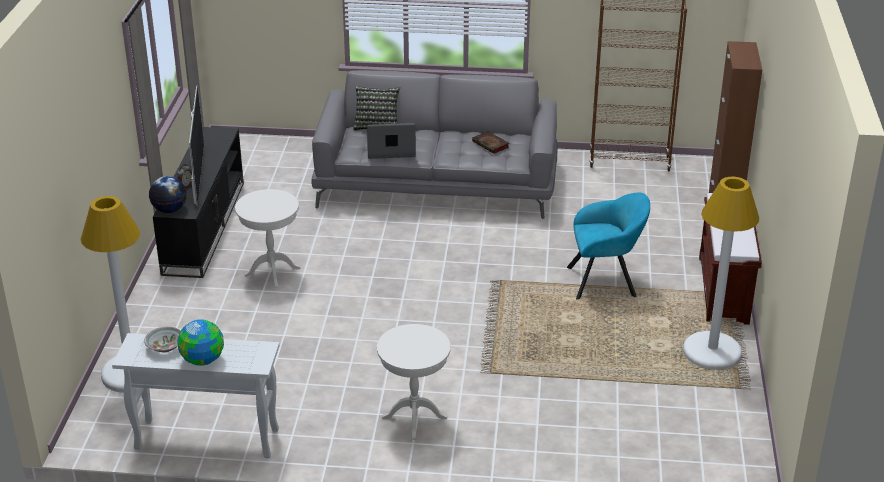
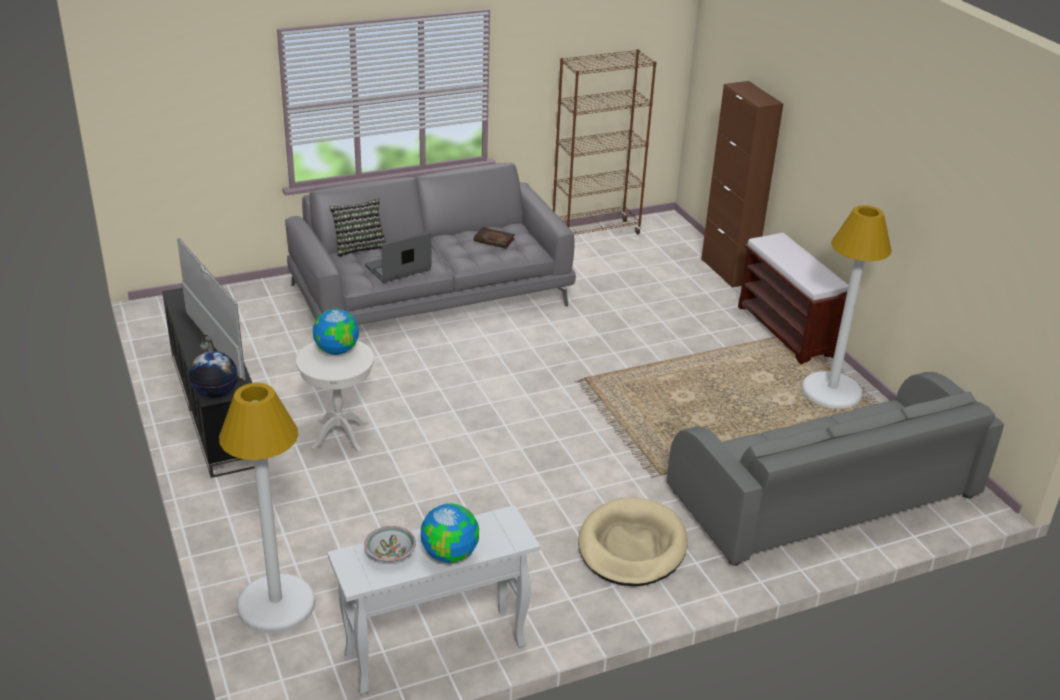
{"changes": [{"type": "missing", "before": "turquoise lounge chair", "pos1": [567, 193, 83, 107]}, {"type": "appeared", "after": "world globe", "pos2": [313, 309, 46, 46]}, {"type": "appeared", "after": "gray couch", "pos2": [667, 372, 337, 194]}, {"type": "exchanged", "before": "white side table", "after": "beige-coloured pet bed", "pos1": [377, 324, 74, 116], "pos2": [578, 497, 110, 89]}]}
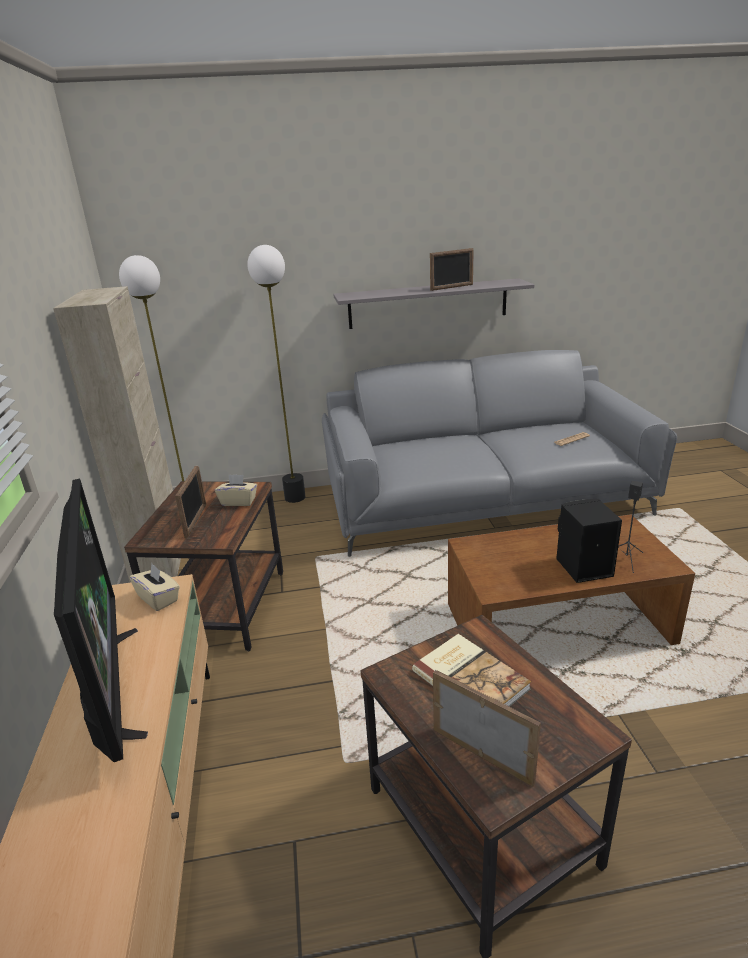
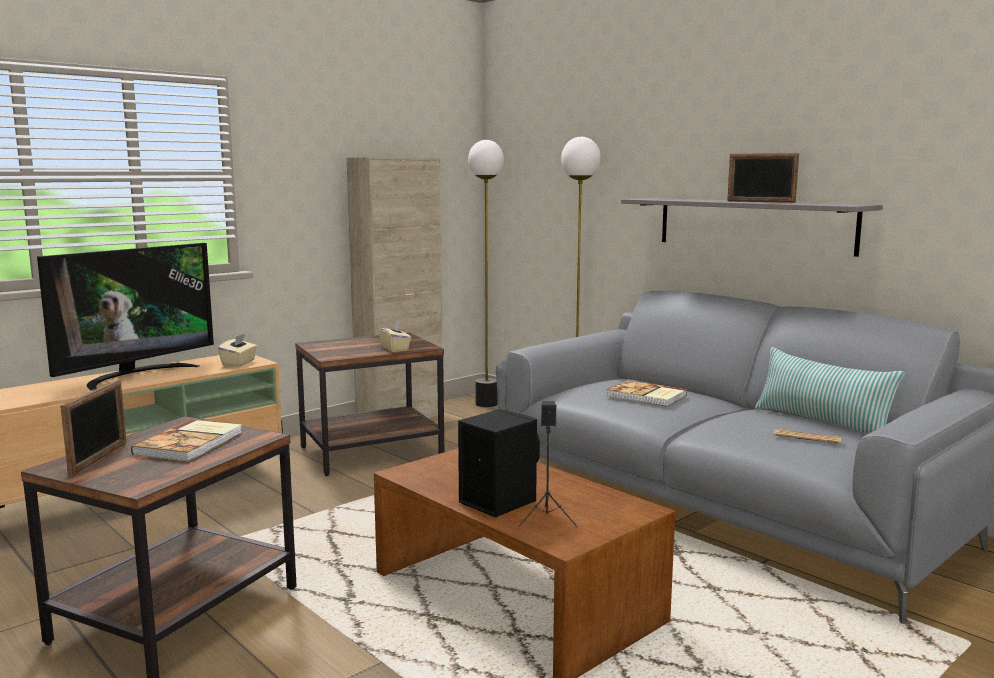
{"changes": [{"type": "missing", "before": "photo frame", "pos1": [175, 466, 31, 72]}, {"type": "appeared", "after": "volume", "pos2": [606, 380, 81, 27]}, {"type": "appeared", "after": "pillow", "pos2": [755, 347, 150, 87]}]}
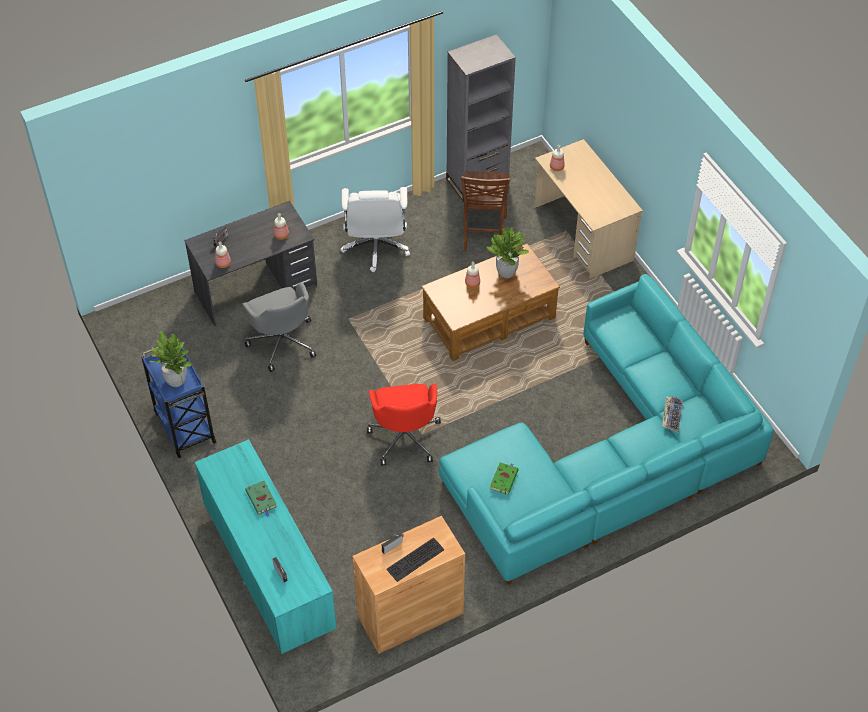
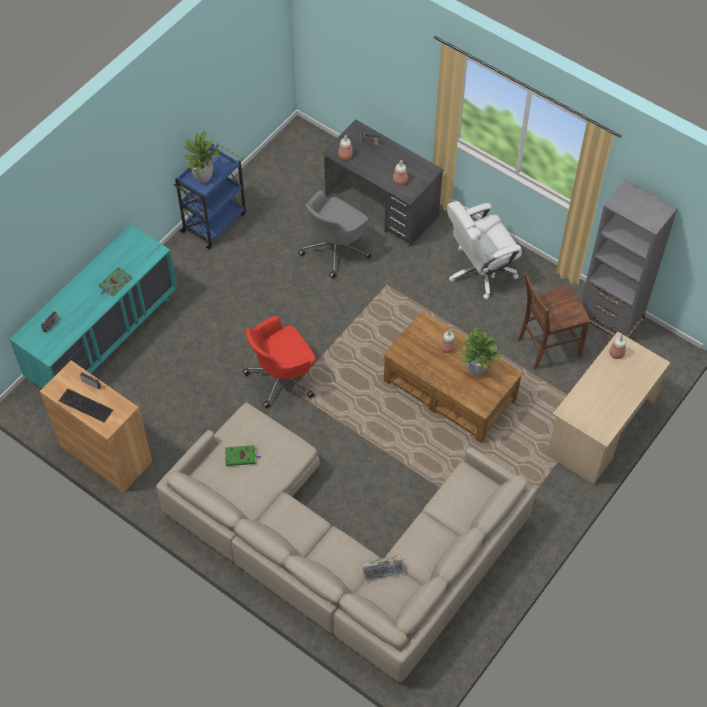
{"changes": [{"type": "colour", "before": "turquoise couch", "after": "beige-coloured couch", "pos1": [439, 274, 335, 311], "pos2": [156, 402, 380, 282]}]}
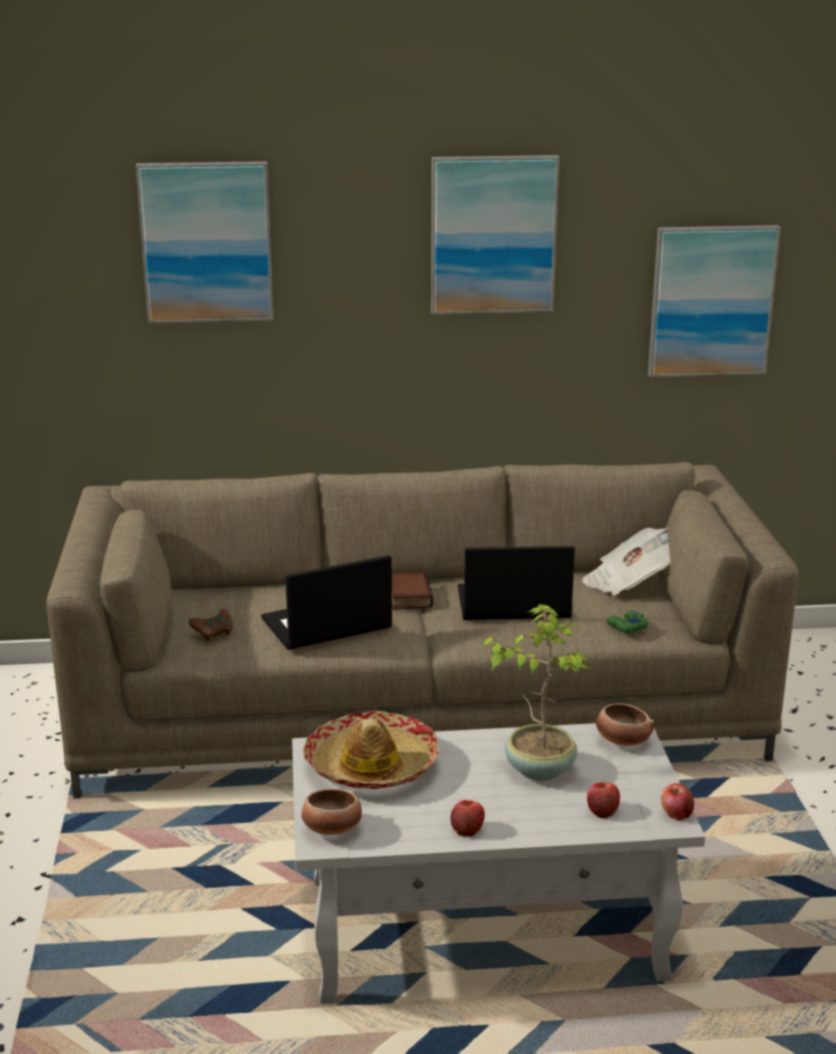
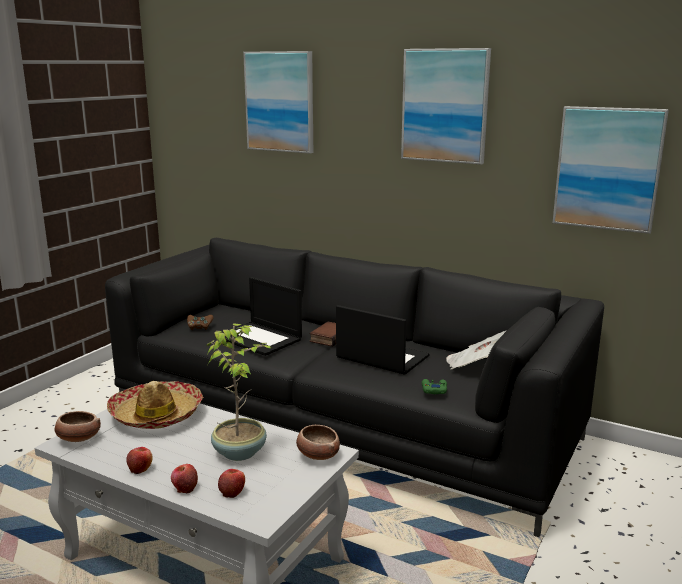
{"changes": [{"type": "relocated", "before": "apple", "pos1": [661, 783, 33, 38], "pos2": [171, 464, 27, 29]}, {"type": "colour", "before": "beige-coloured couch", "after": "blackish couch", "pos1": [46, 462, 752, 337], "pos2": [105, 238, 499, 299]}, {"type": "spun", "before": "portable computer", "pos1": [261, 555, 131, 95], "pos2": [215, 277, 87, 79], "turn": -150}]}
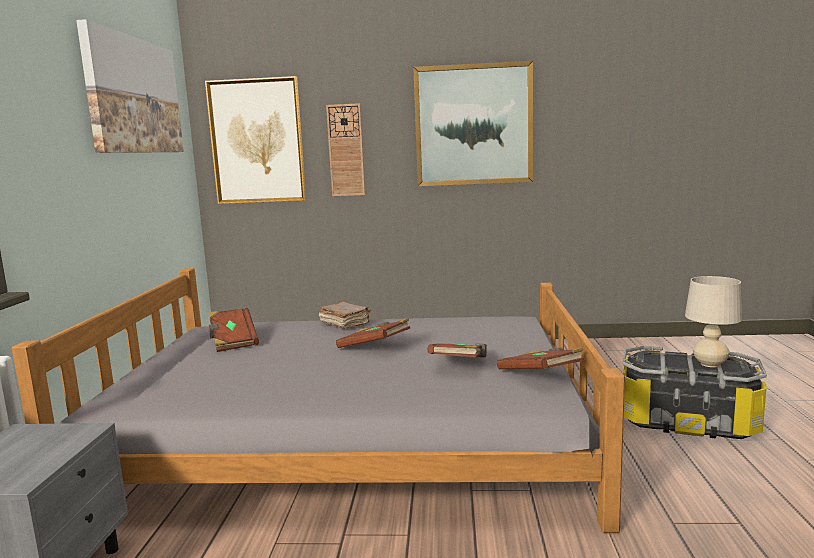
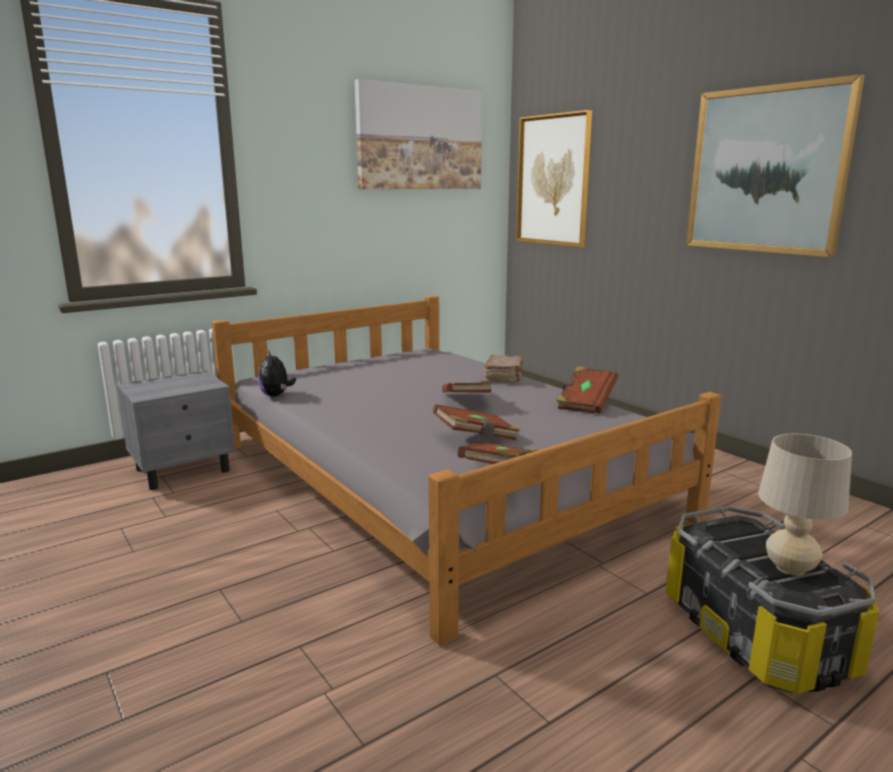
{"changes": [{"type": "missing", "before": "wall clock", "pos1": [326, 103, 39, 93]}, {"type": "appeared", "after": "plush toy", "pos2": [258, 351, 38, 46]}, {"type": "relocated", "before": "brown-coloured volume", "pos1": [209, 308, 50, 44], "pos2": [557, 366, 61, 48]}]}
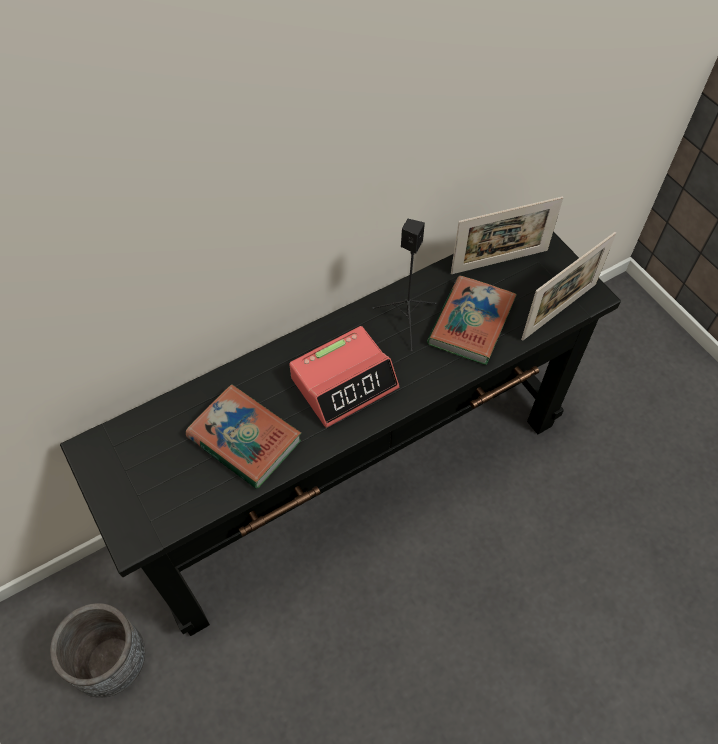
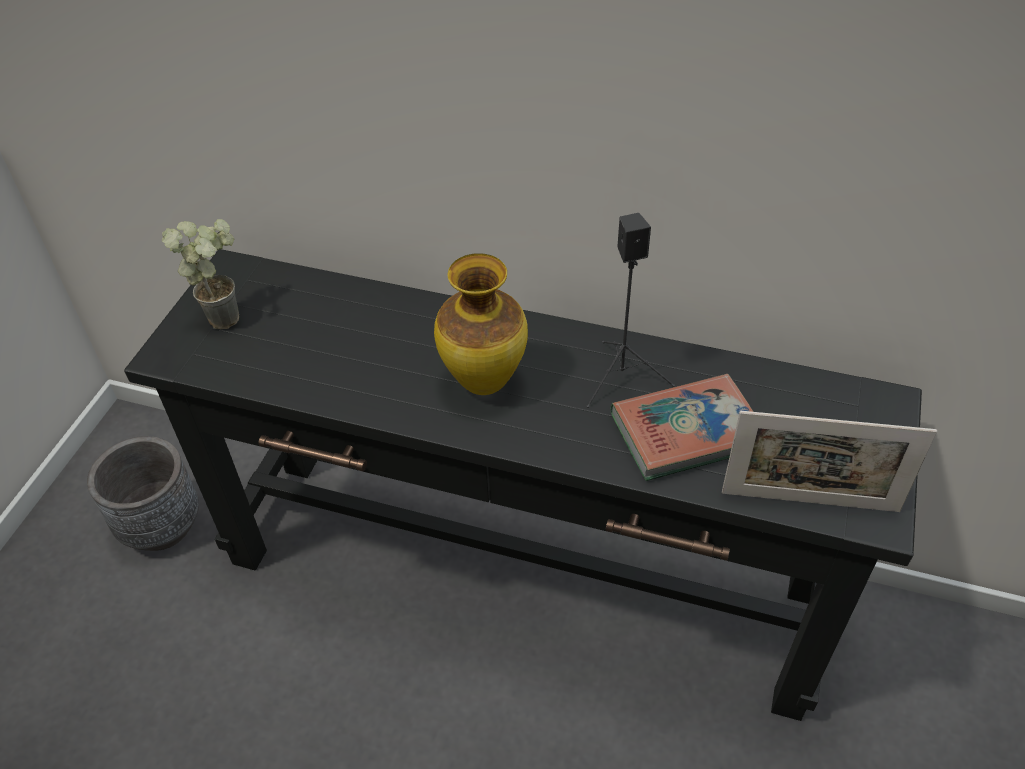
{"changes": [{"type": "missing", "before": "volume", "pos1": [186, 384, 115, 104]}, {"type": "missing", "before": "photo frame", "pos1": [451, 196, 113, 78]}, {"type": "appeared", "after": "plant in a pot", "pos2": [162, 219, 77, 110]}, {"type": "exchanged", "before": "bedside clock", "after": "flower vase", "pos1": [289, 326, 110, 102], "pos2": [434, 253, 94, 142]}]}
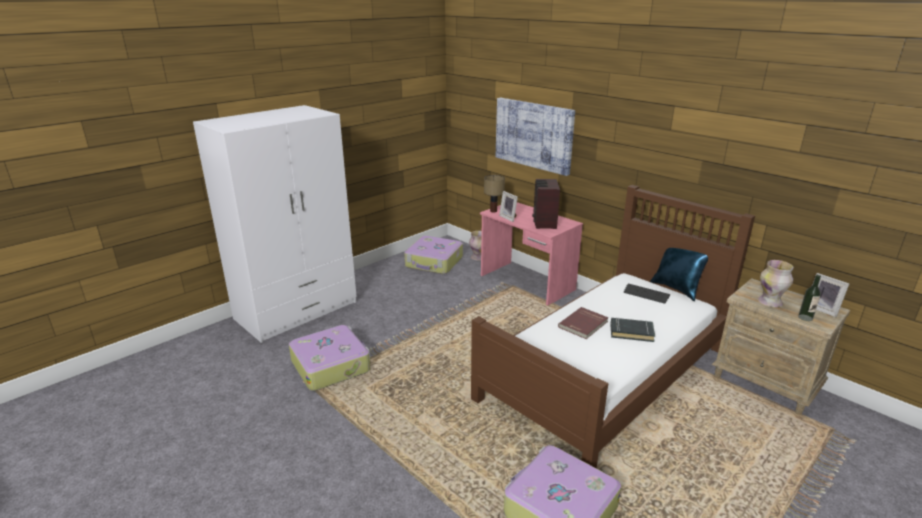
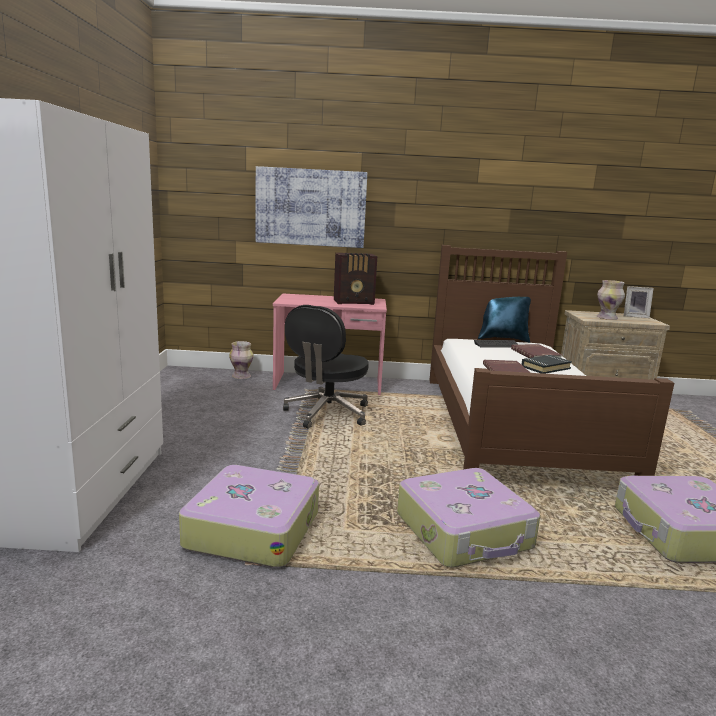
{"changes": [{"type": "missing", "before": "table lamp", "pos1": [484, 175, 21, 38]}, {"type": "missing", "before": "photo frame", "pos1": [499, 191, 19, 31]}, {"type": "missing", "before": "bottle", "pos1": [798, 275, 23, 46]}, {"type": "appeared", "after": "blackish desk chair", "pos2": [283, 305, 86, 124]}, {"type": "appeared", "after": "reddish volume", "pos2": [511, 344, 51, 14]}, {"type": "relocated", "before": "suitcase", "pos1": [404, 236, 59, 38], "pos2": [397, 468, 143, 100]}, {"type": "spun", "before": "radio", "pos1": [532, 179, 28, 50], "pos2": [334, 253, 43, 52], "turn": -60}]}
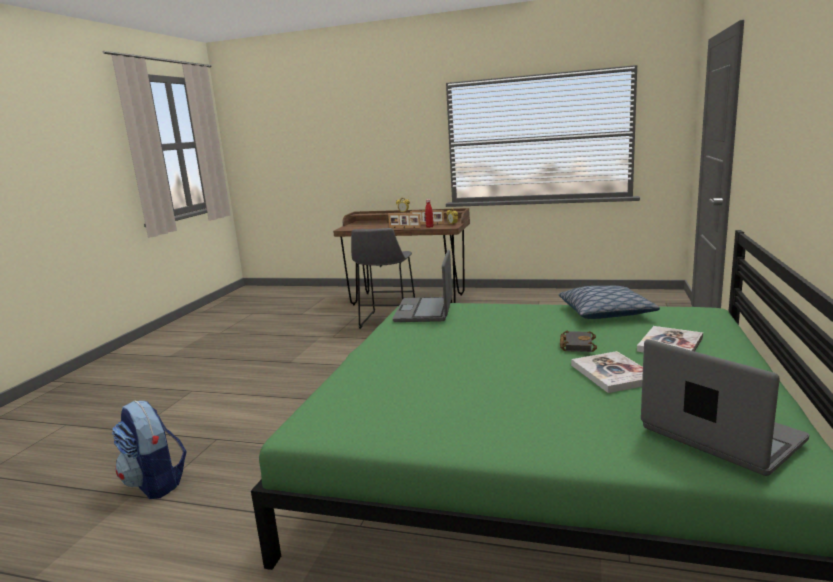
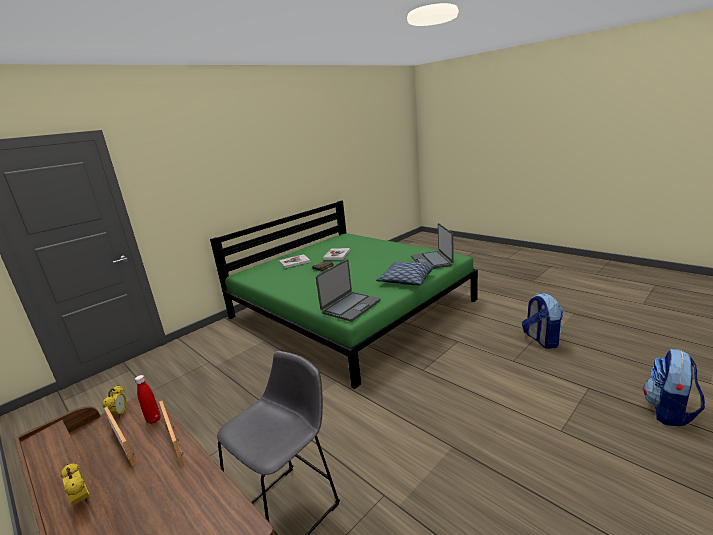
{"changes": [{"type": "appeared", "after": "knapsack", "pos2": [643, 349, 62, 77]}, {"type": "relocated", "before": "pillow", "pos1": [559, 286, 101, 33], "pos2": [376, 262, 59, 23]}, {"type": "relocated", "before": "portable computer", "pos1": [641, 339, 168, 137], "pos2": [411, 223, 43, 46]}]}
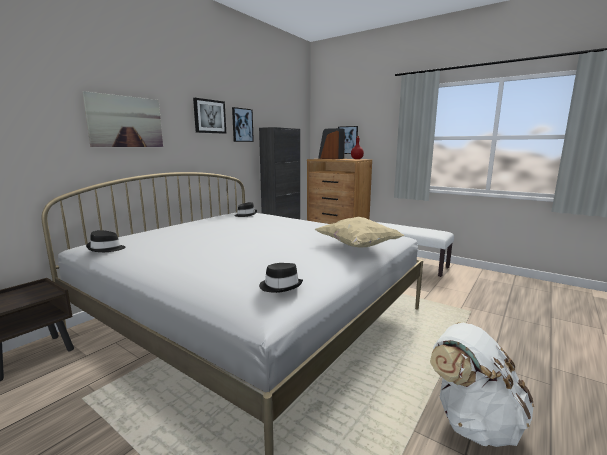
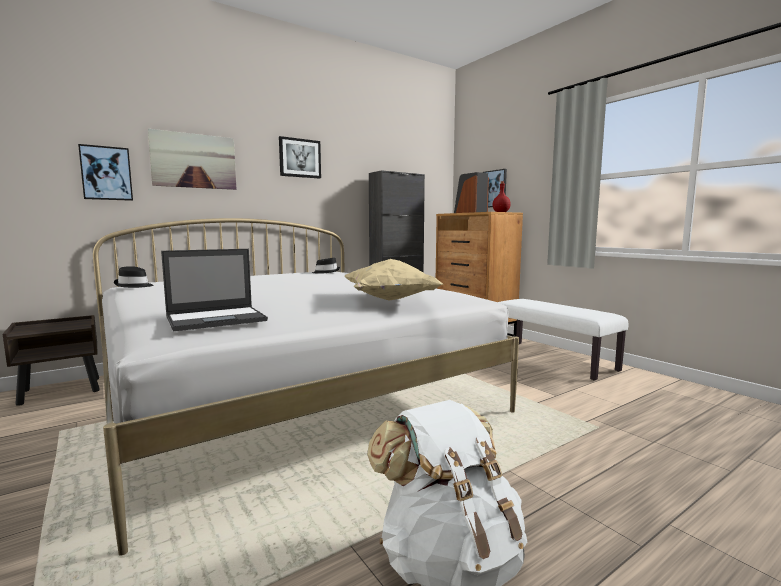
{"changes": [{"type": "relocated", "before": "wall picture", "pos1": [232, 107, 22, 35], "pos2": [78, 144, 55, 57]}, {"type": "exchanged", "before": "blackish hat", "after": "portable computer", "pos1": [259, 263, 44, 30], "pos2": [161, 249, 107, 82]}]}
